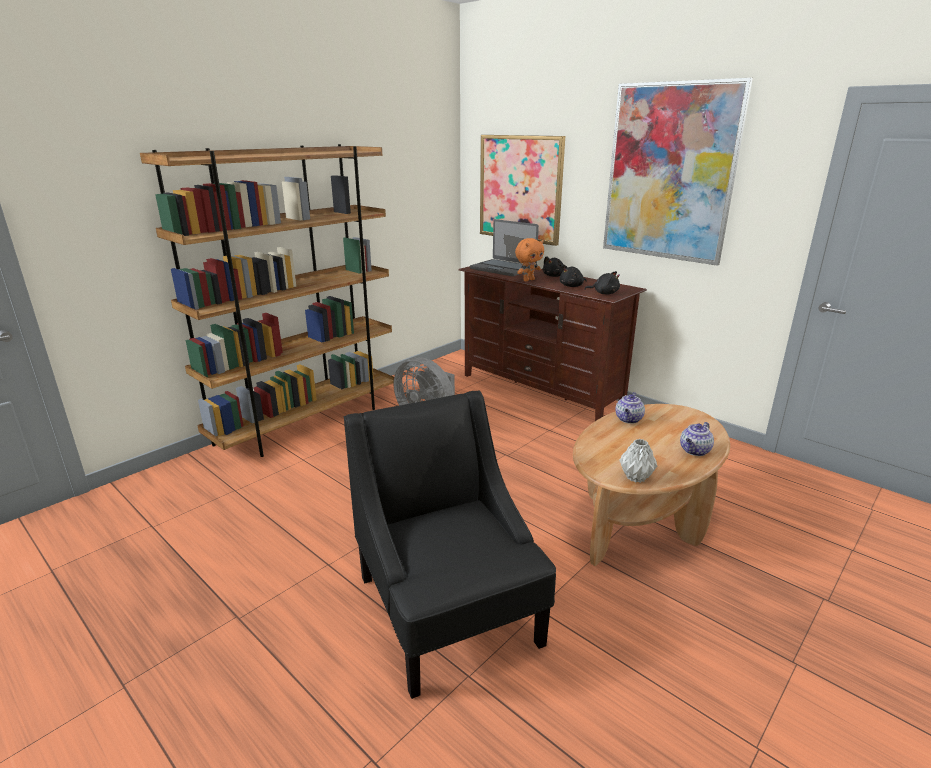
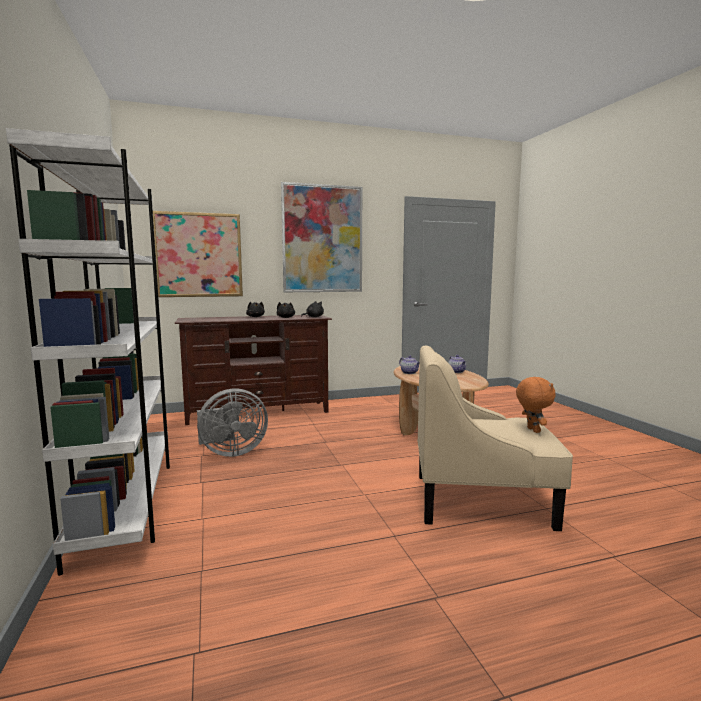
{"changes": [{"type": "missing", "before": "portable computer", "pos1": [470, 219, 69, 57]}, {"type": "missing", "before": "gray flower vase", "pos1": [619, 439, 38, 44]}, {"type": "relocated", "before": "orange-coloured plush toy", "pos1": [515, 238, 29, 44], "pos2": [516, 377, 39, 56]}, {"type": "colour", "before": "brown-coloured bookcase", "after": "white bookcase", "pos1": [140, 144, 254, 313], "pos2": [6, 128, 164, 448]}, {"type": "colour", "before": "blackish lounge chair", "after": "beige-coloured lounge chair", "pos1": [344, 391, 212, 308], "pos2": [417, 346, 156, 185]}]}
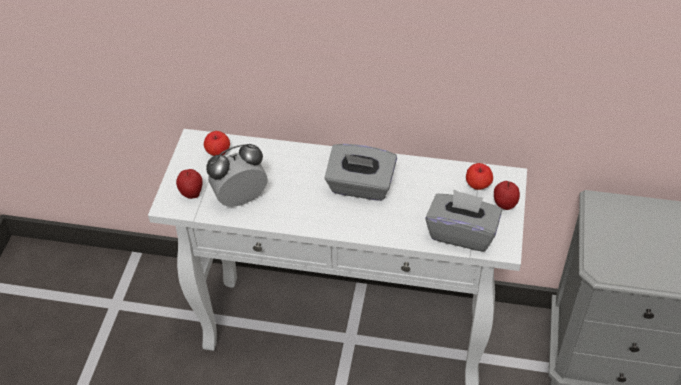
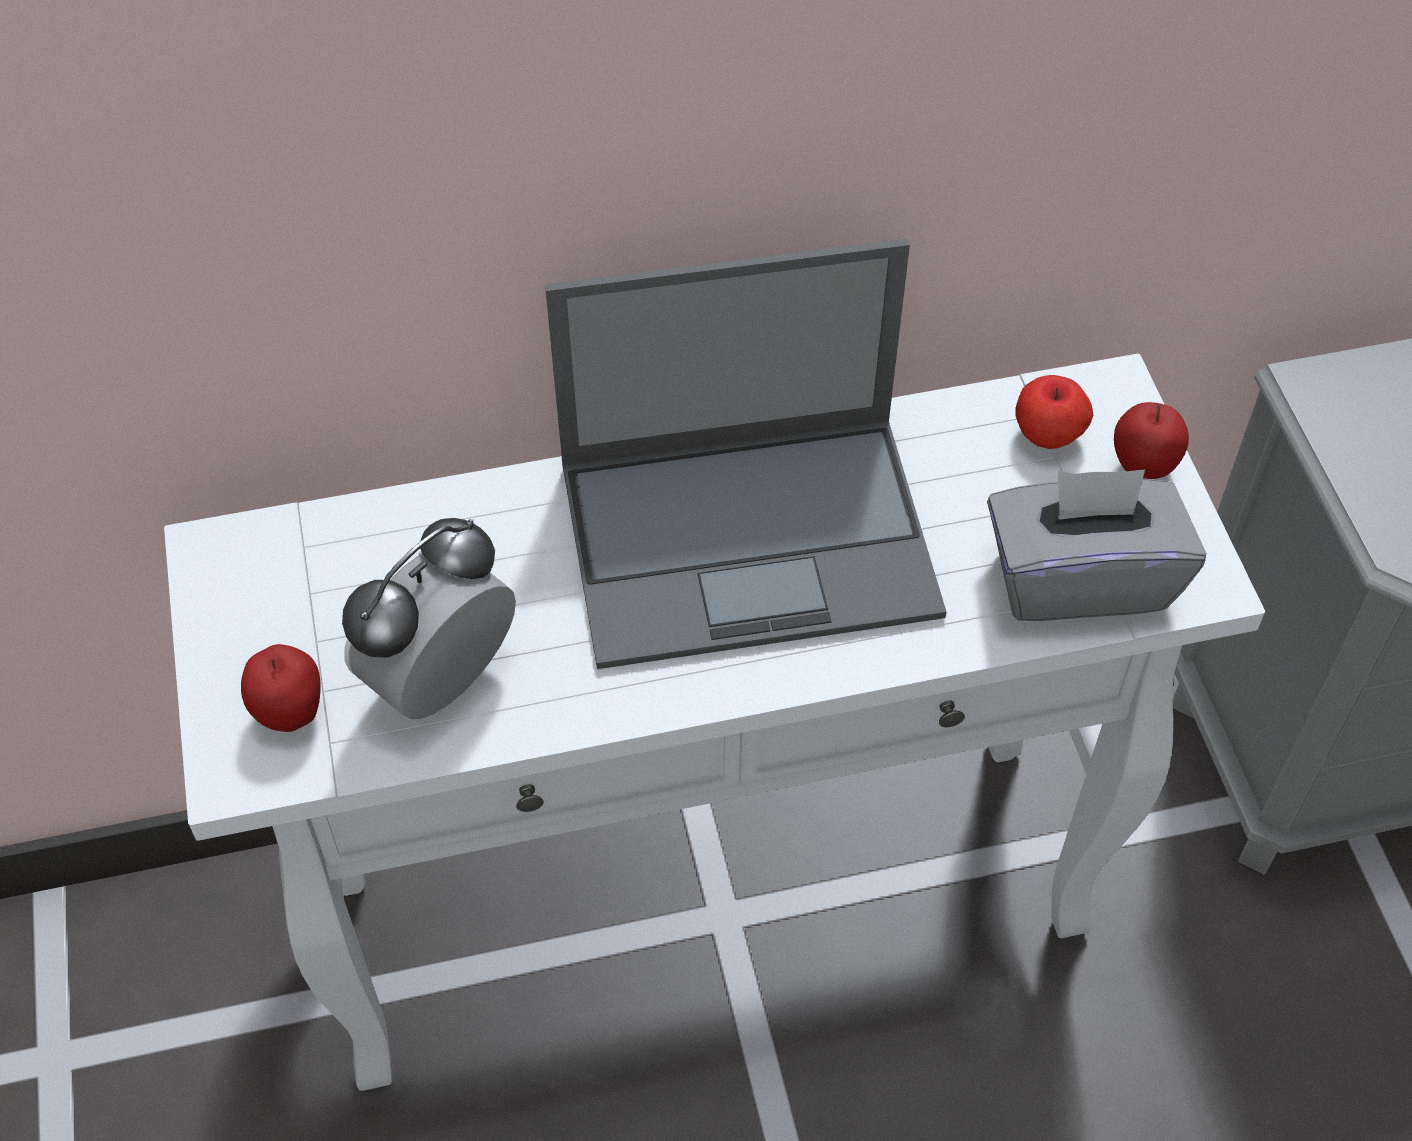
{"changes": [{"type": "missing", "before": "apple", "pos1": [204, 131, 26, 25]}, {"type": "exchanged", "before": "gray box of tissues", "after": "portable computer", "pos1": [325, 144, 72, 57], "pos2": [545, 238, 402, 431]}]}
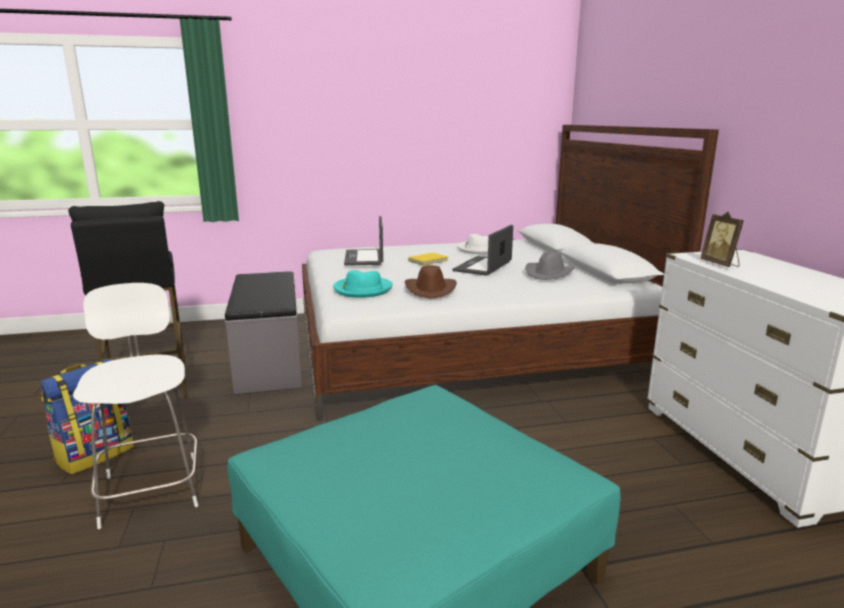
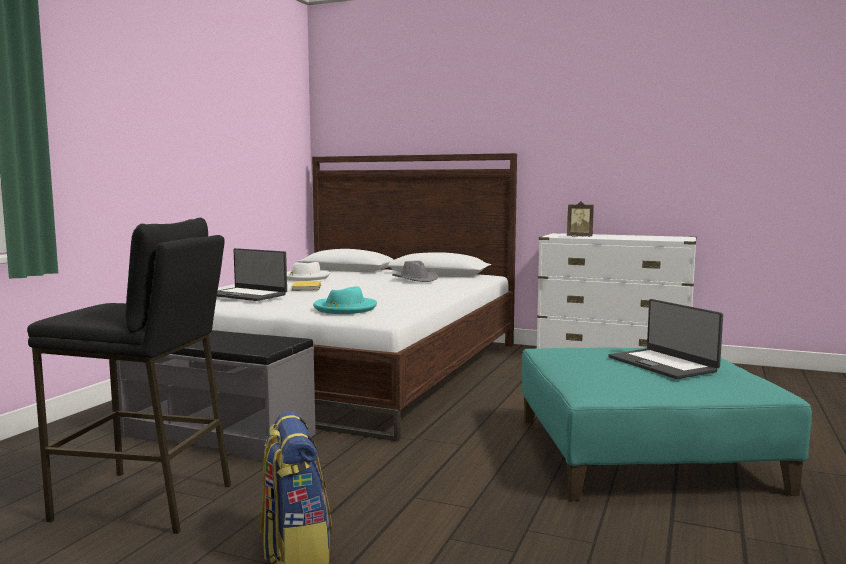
{"changes": [{"type": "missing", "before": "white chair", "pos1": [73, 283, 125, 246]}, {"type": "missing", "before": "brown-coloured hat", "pos1": [405, 265, 52, 33]}, {"type": "relocated", "before": "portable computer", "pos1": [453, 225, 60, 51], "pos2": [609, 299, 114, 80]}]}
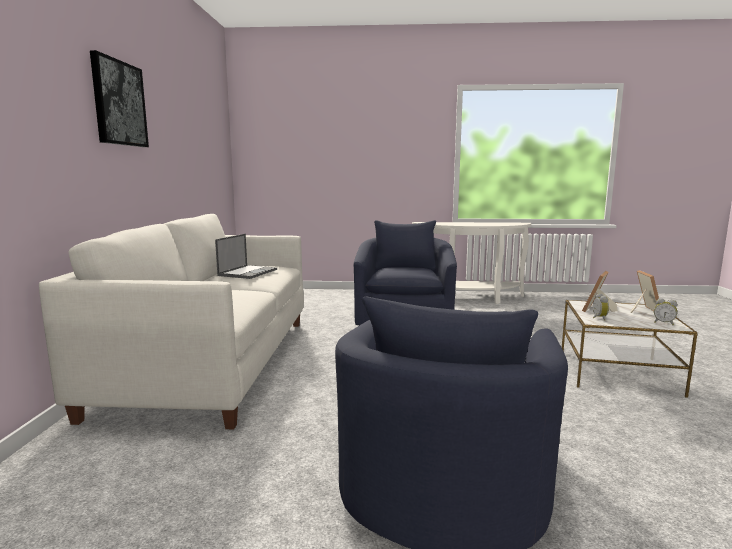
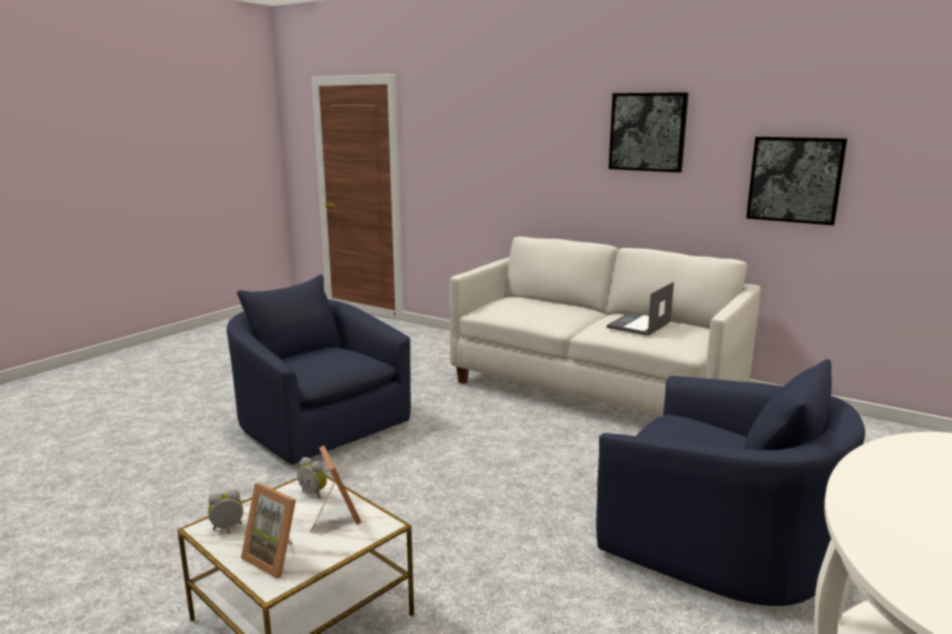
{"changes": [{"type": "appeared", "after": "wall picture", "pos2": [746, 137, 102, 88]}, {"type": "spun", "before": "portable computer", "pos1": [215, 234, 62, 45], "pos2": [607, 282, 67, 54], "turn": 75}]}
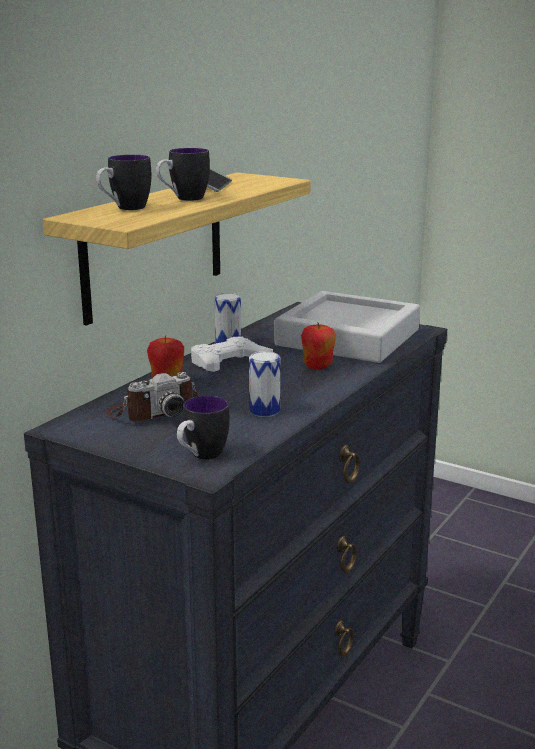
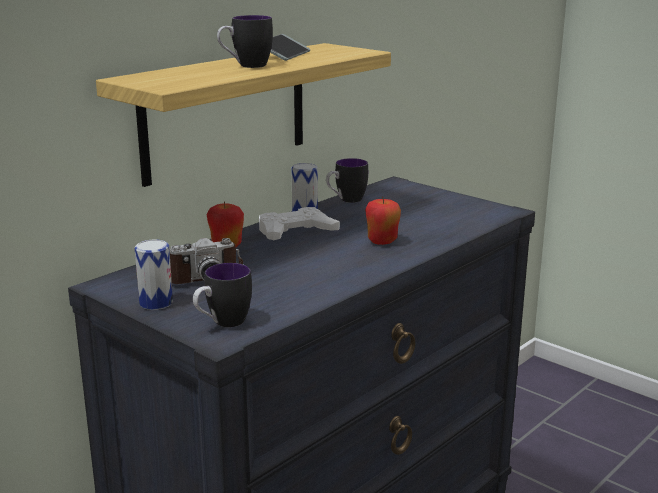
{"changes": [{"type": "missing", "before": "gray carrying tray", "pos1": [274, 291, 146, 72]}, {"type": "relocated", "before": "mug", "pos1": [96, 155, 55, 55], "pos2": [326, 158, 42, 45]}, {"type": "relocated", "before": "metal can", "pos1": [249, 351, 31, 66], "pos2": [135, 239, 38, 71]}]}
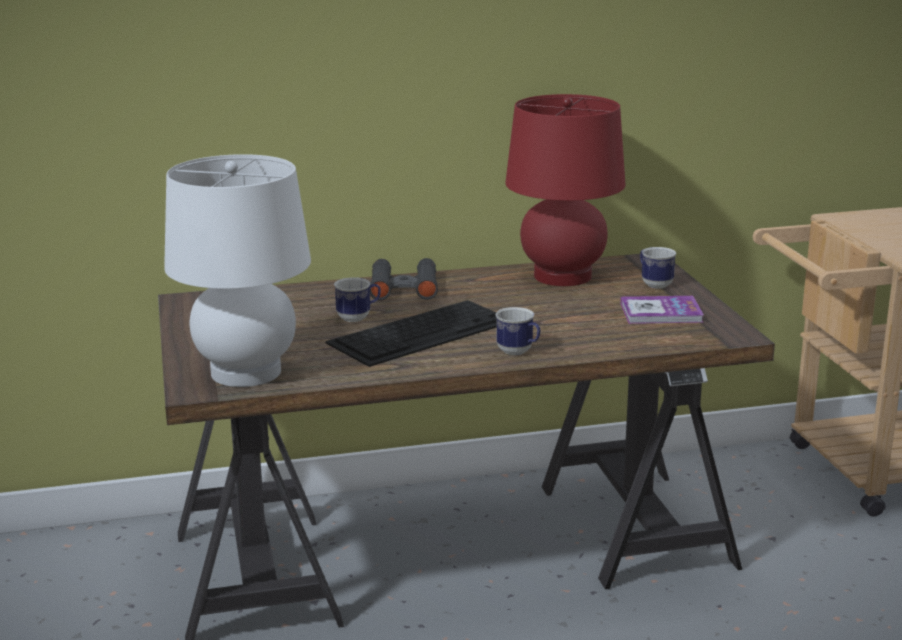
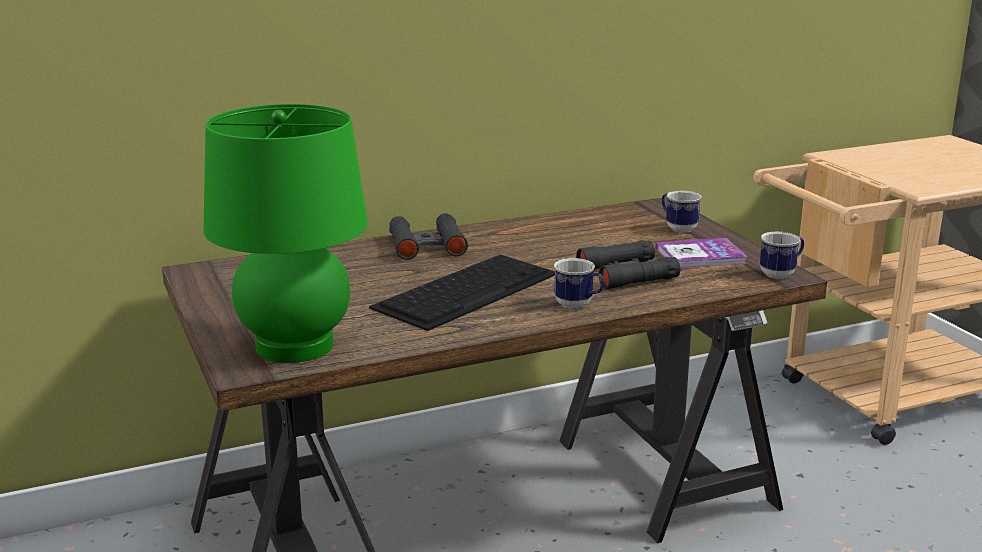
{"changes": [{"type": "missing", "before": "reddish table lamp", "pos1": [505, 94, 120, 192]}, {"type": "appeared", "after": "blackish binoculars", "pos2": [576, 240, 104, 50]}, {"type": "relocated", "before": "mug", "pos1": [334, 277, 47, 45], "pos2": [760, 232, 44, 47]}, {"type": "colour", "before": "white table lamp", "after": "green-coloured table lamp", "pos1": [164, 154, 147, 233], "pos2": [203, 104, 165, 259]}]}
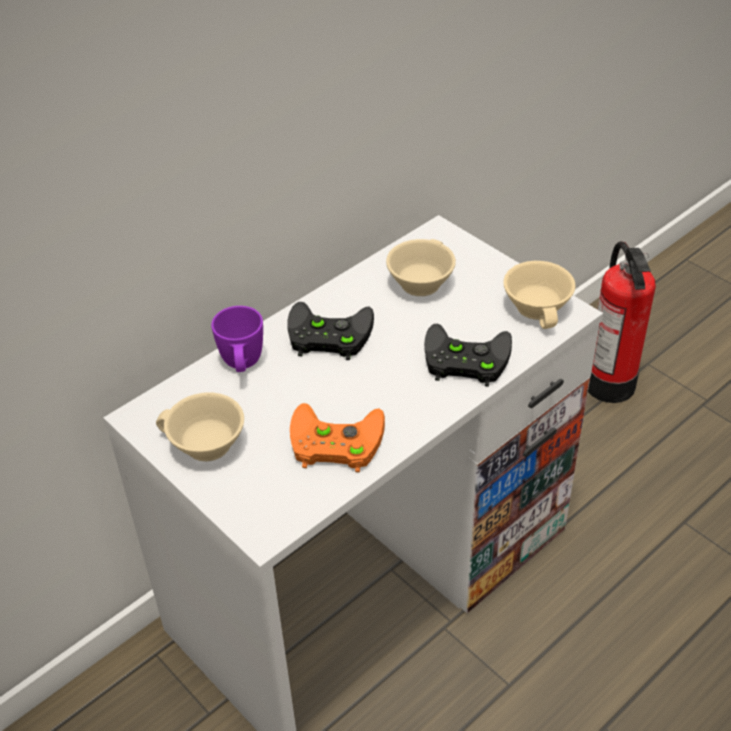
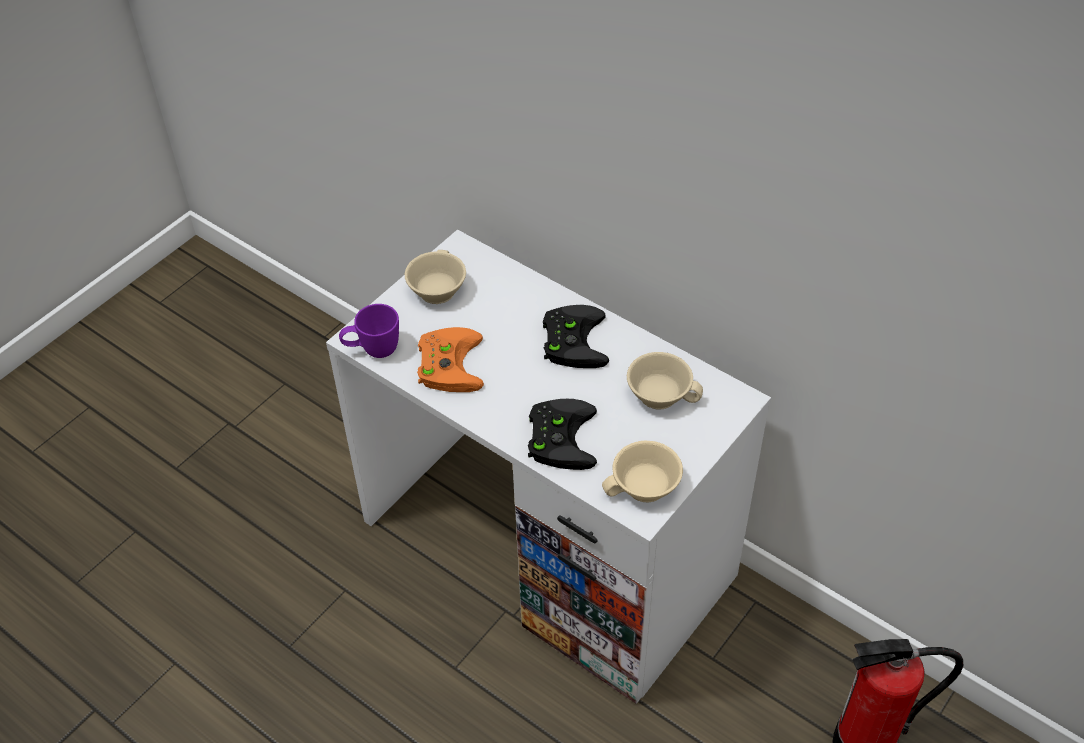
{"changes": [{"type": "relocated", "before": "purple-coloured mug", "pos1": [211, 306, 52, 66], "pos2": [339, 304, 60, 54]}]}
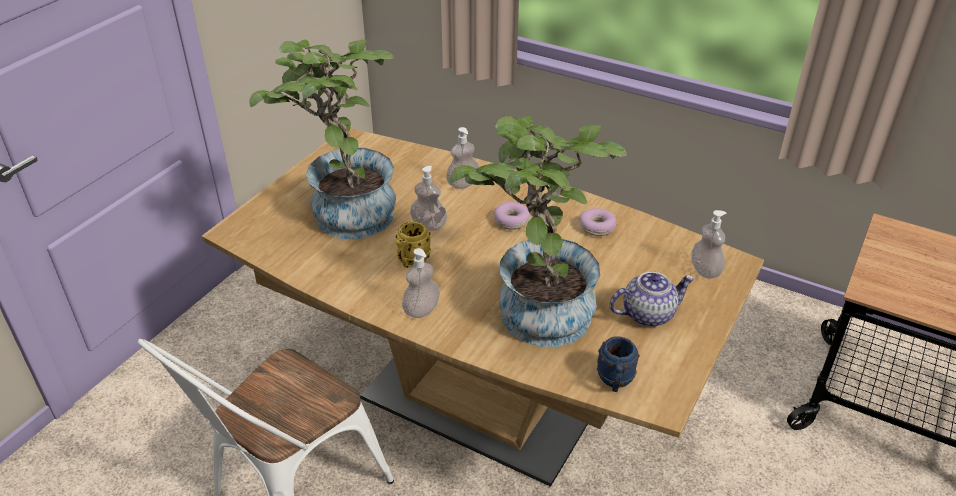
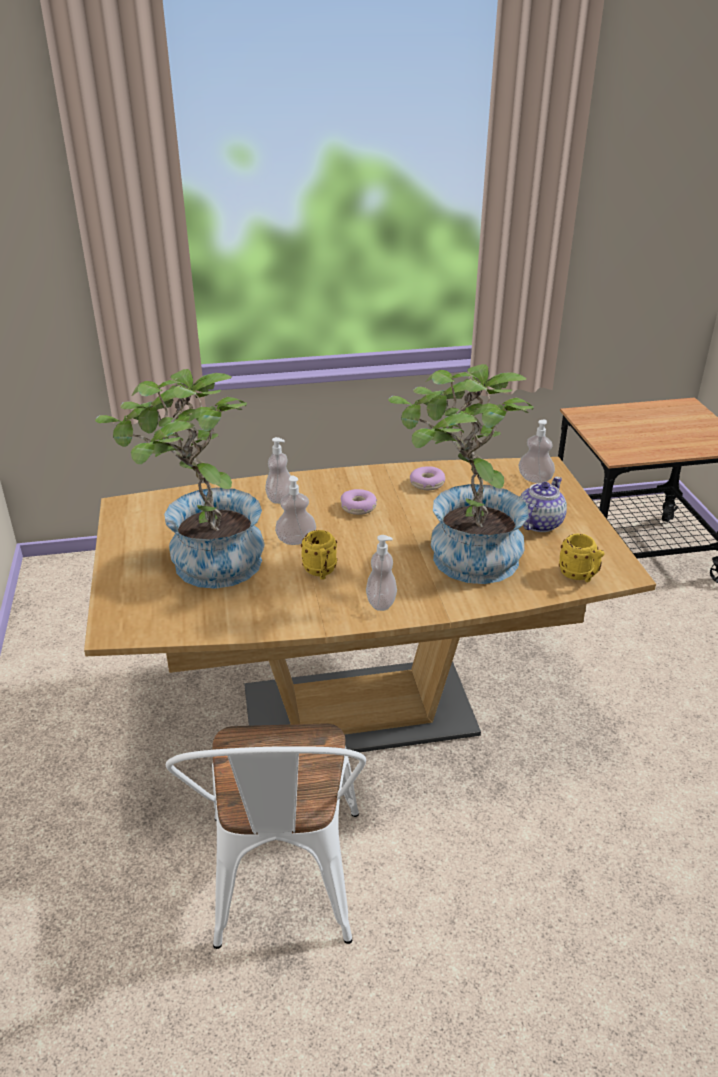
{"changes": [{"type": "colour", "before": "blue mug", "after": "yellowish mug", "pos1": [597, 336, 43, 56], "pos2": [559, 534, 45, 48]}]}
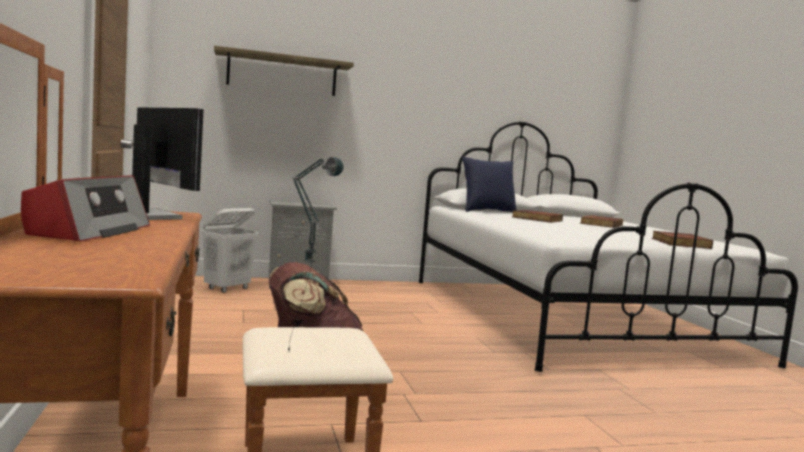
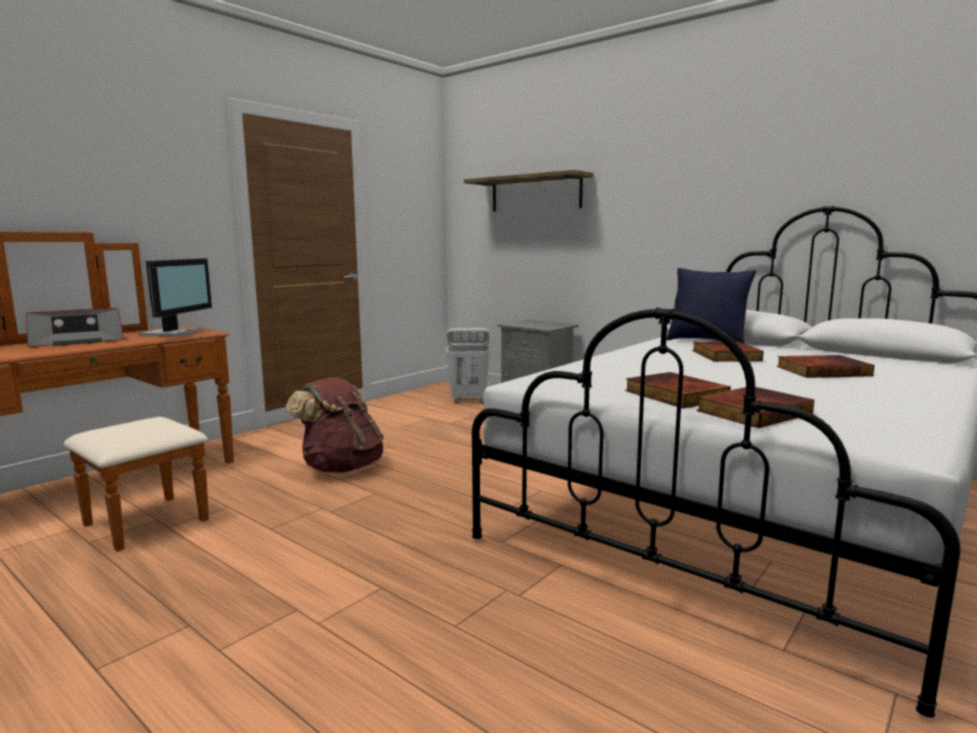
{"changes": [{"type": "missing", "before": "table lamp", "pos1": [288, 157, 55, 195]}, {"type": "appeared", "after": "volume", "pos2": [625, 372, 106, 36]}]}
